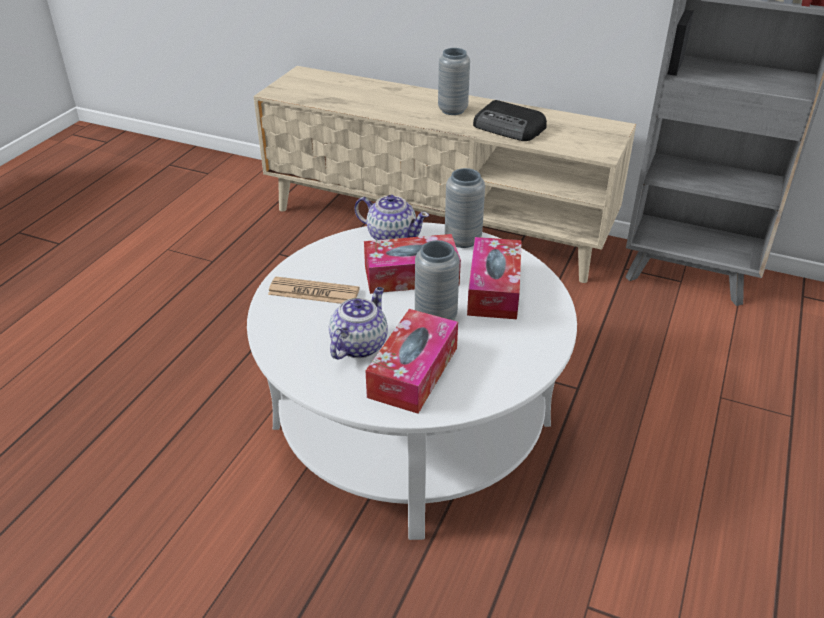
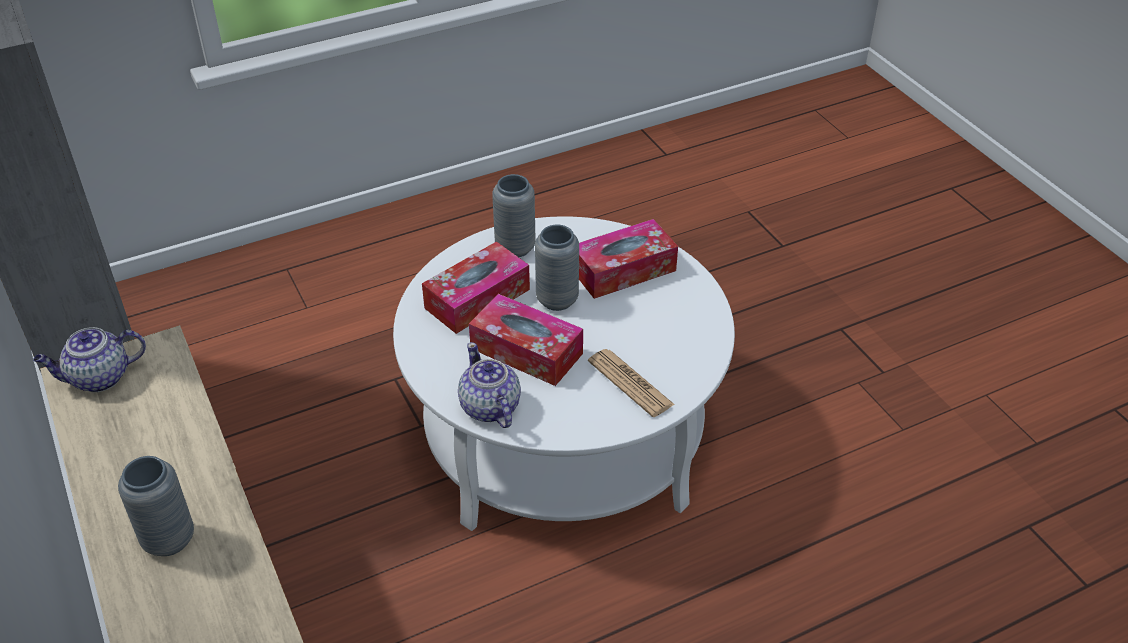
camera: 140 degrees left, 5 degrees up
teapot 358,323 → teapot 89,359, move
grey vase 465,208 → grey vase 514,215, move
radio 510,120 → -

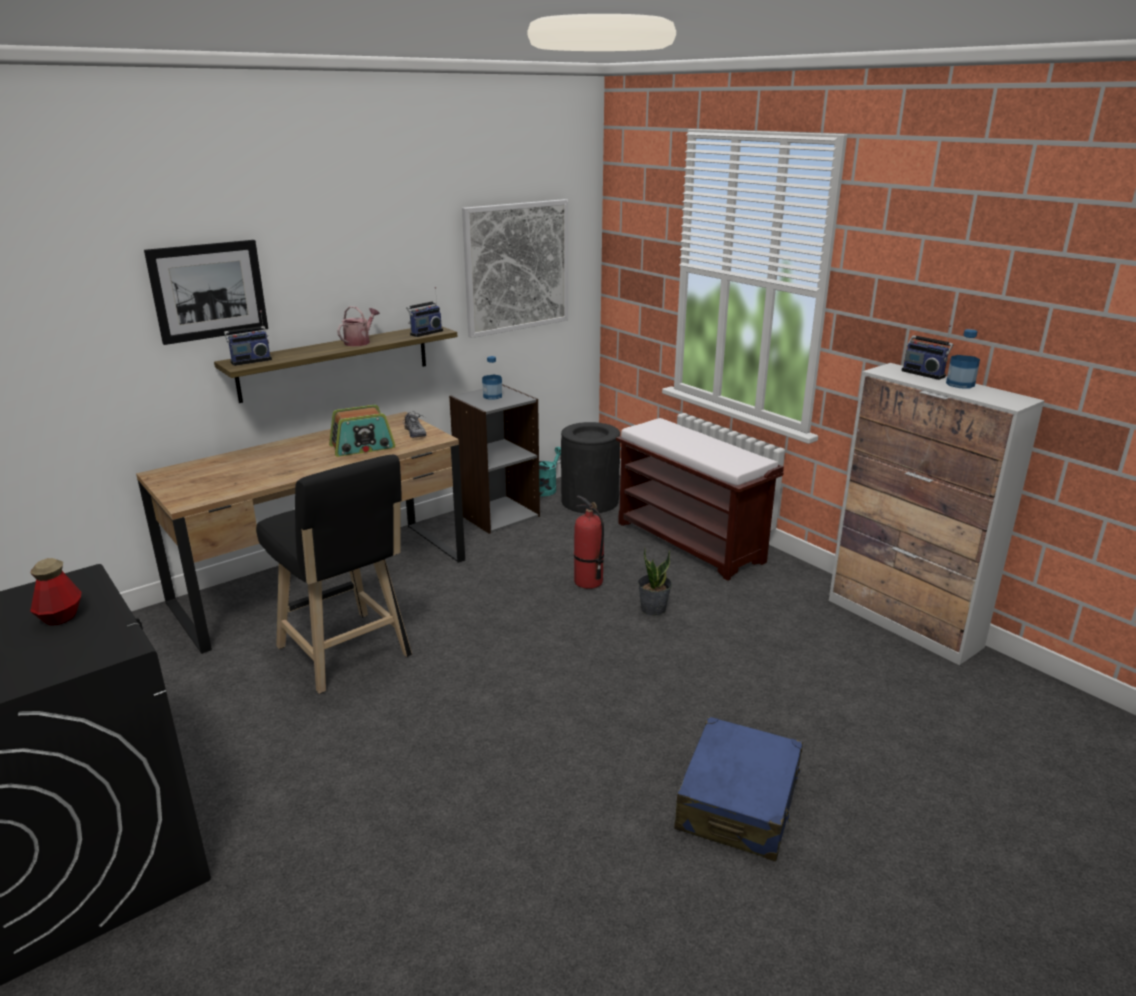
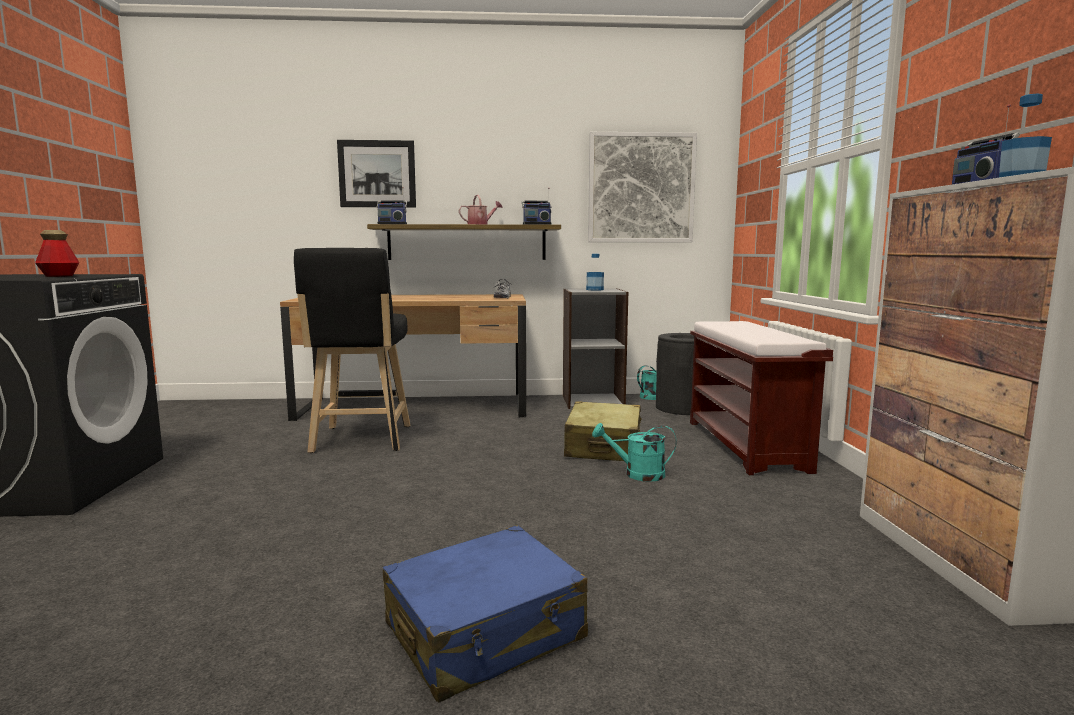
camera: 35 degrees right, 15 degrees down
fire extinguisher 589,542 → beige suitcase 603,431
potted plant 655,582 → turquoise watering can 634,452
radio 362,431 → -

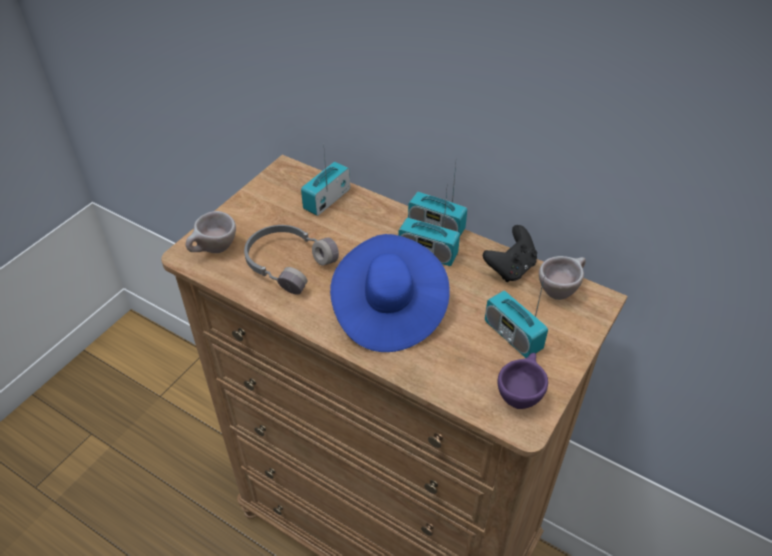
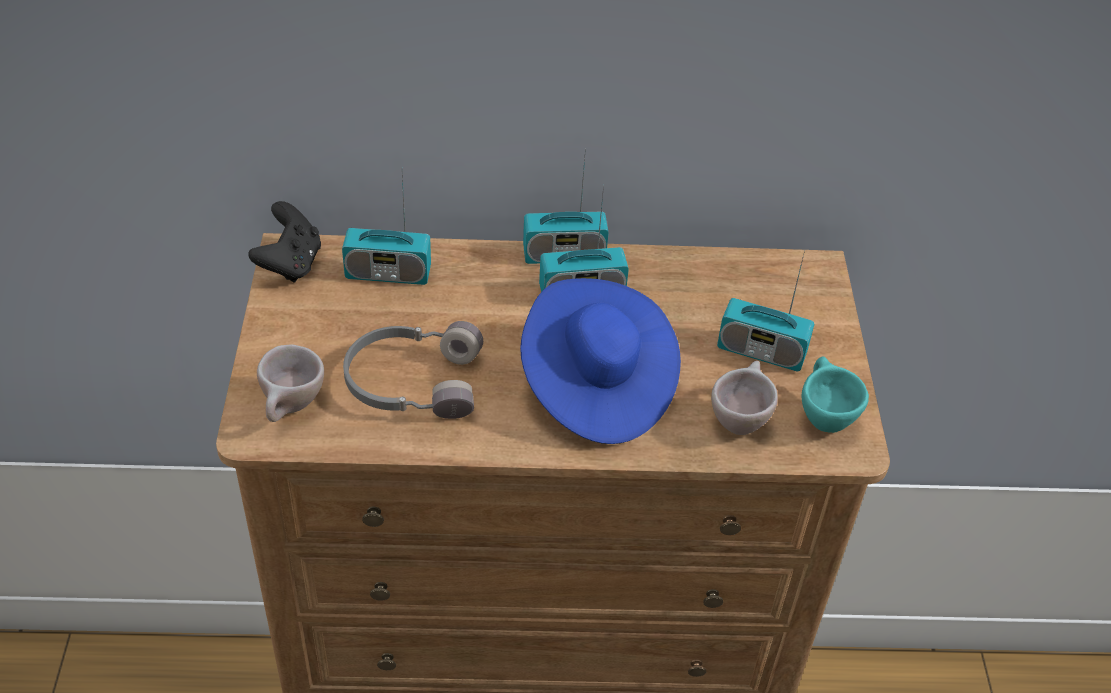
camera: 35 degrees left, 0 degrees up
black game controller 510,253 → black game controller 284,241, move
radio 325,184 → radio 386,230, 90 degrees counterclockwise
beige cup 562,278 → beige cup 744,398, move
purple cup 523,381 → turquoise cup 835,394

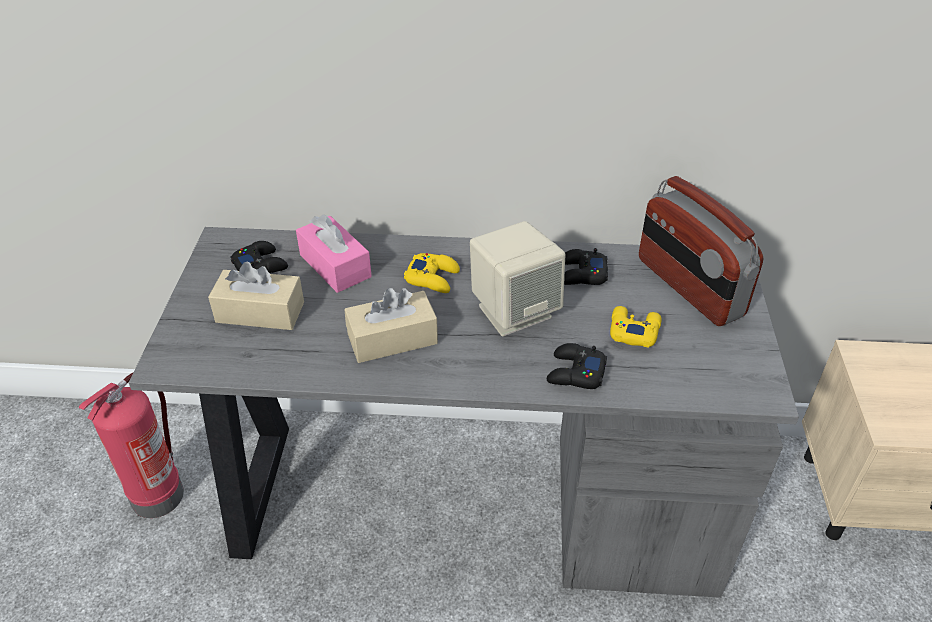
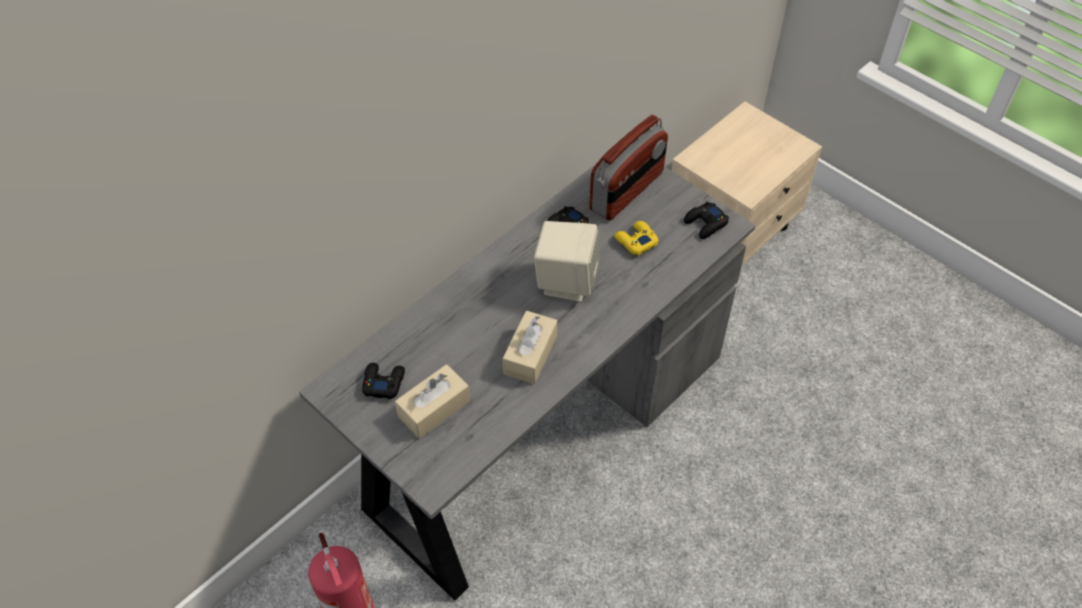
camera: 50 degrees left, 10 degrees up
radio 701,251 → radio 628,168, 60 degrees counterclockwise
black game controller 577,366 → black game controller 706,220, move
pink tissue box 334,253 → -
yellow game controller 432,273 → -

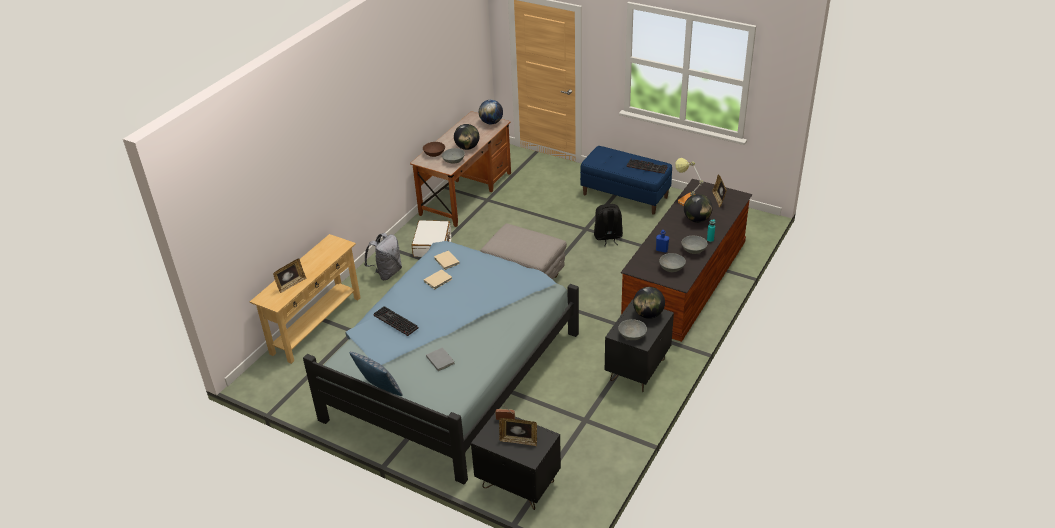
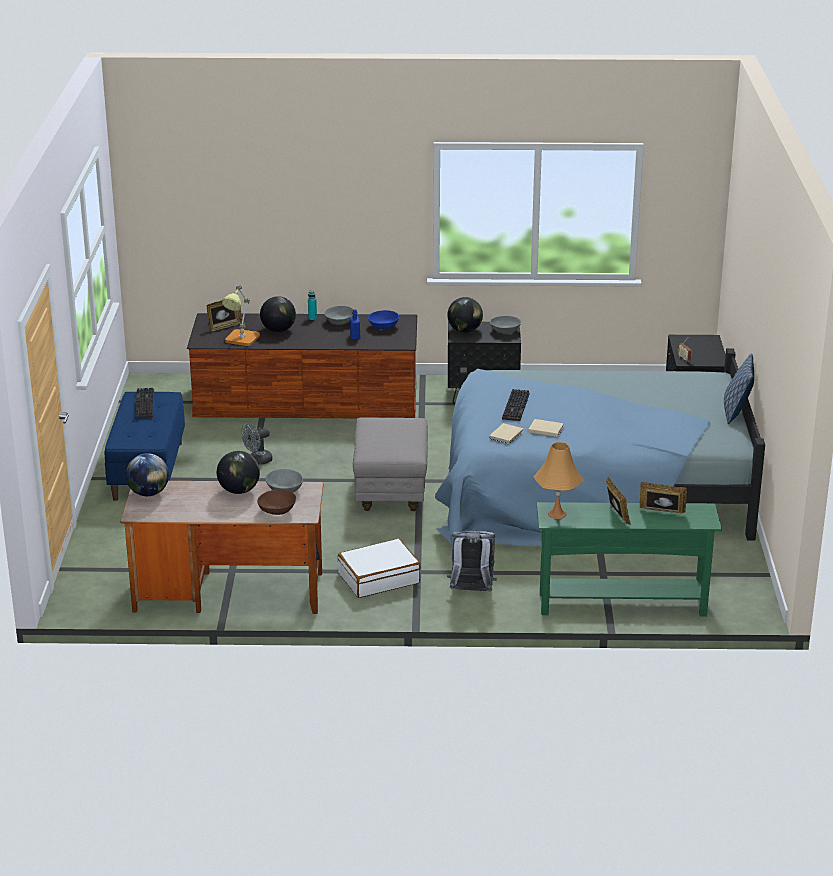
camera: 120 degrees left, 10 degrees down
black backpack 608,225 → grey fan 257,444
grey bowl 672,262 → blue bowl 383,319
keyboard 396,321 → keyboard 516,405, move
- → orange table lamp 558,480
beige console table 305,299 → green console table 629,559
picture frame 518,432 → picture frame 618,500, move
grey book 440,359 → -

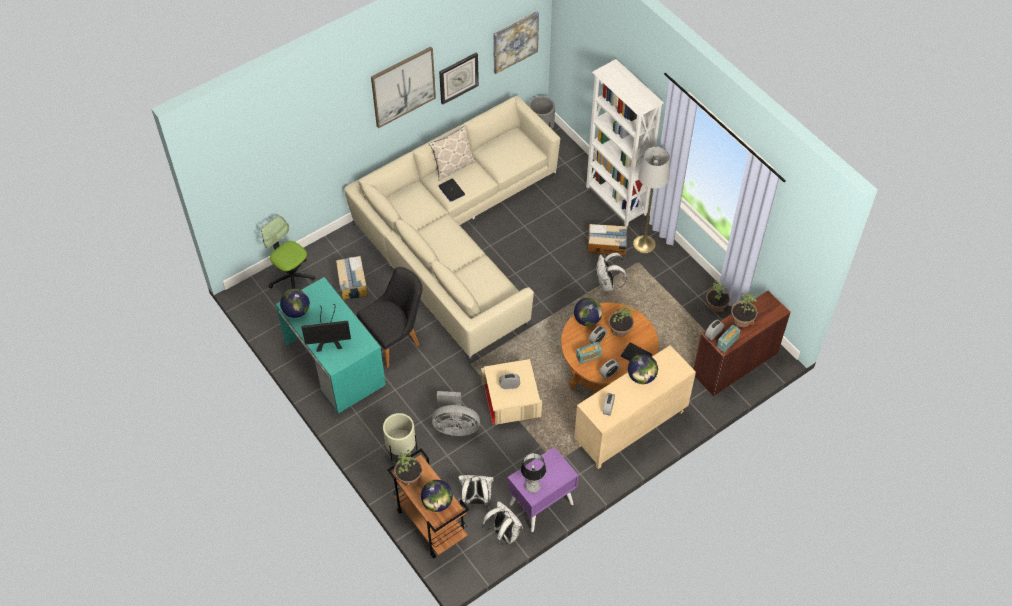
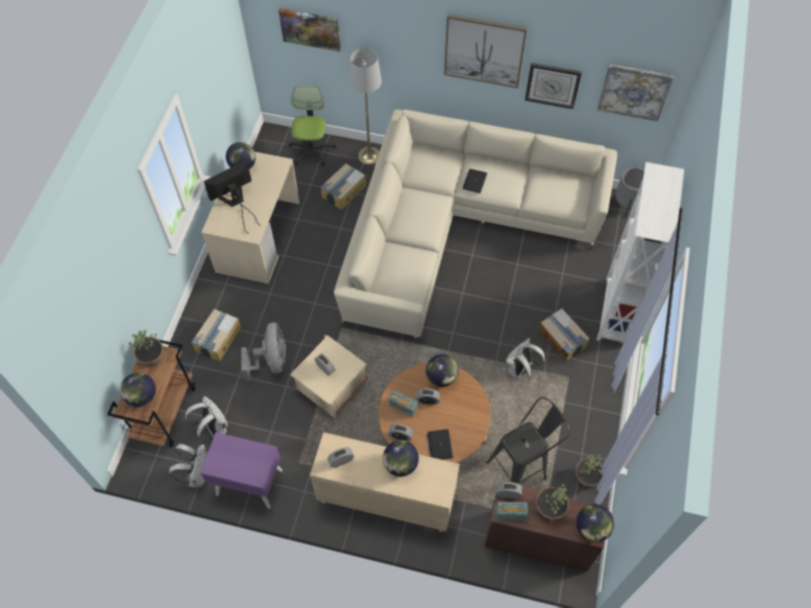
camera: 50 degrees right, 5 degrees up
beige planter 400,437 → cardboard box 216,335
turquoise desk 330,345 → beige desk 250,218
monitor 326,328 → monitor 232,197, 105 degrees clockwise
grey fan 456,413 → grey fan 263,352, 150 degrees counterclockwise
- → picture 310,30
grey floor lamp 651,200 → grey floor lamp 365,106, move
- → black stool 528,440
- → globe 595,523
black chair 389,317 → -
pillow 452,153 → -
table lamp 533,473 → -
potted plant 621,322 → -

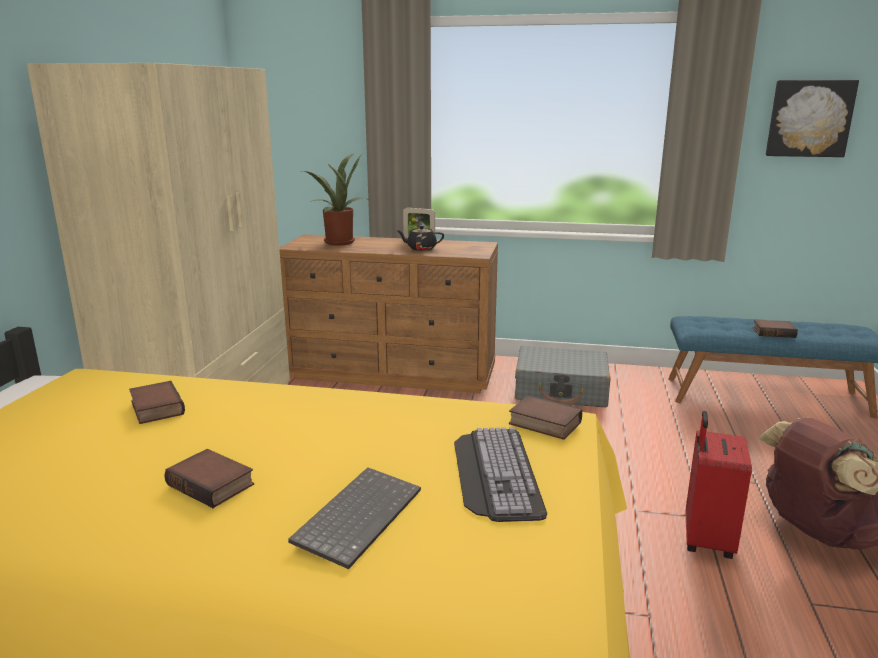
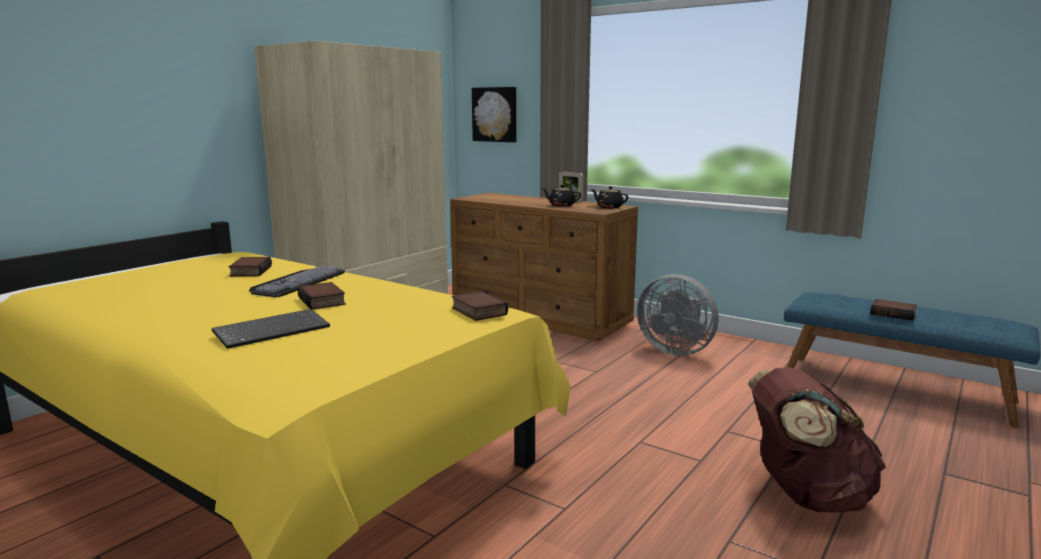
camera: 25 degrees right, 5 degrees down
keyboard 500,474 → keyboard 297,281, move
book 209,478 → book 322,296, move
picture 812,118 → picture 494,114, move
- → black teapot 609,197
grey suitcase 562,376 → grey fan 677,315
potted plant 333,200 → -
red suitcase 719,485 → -

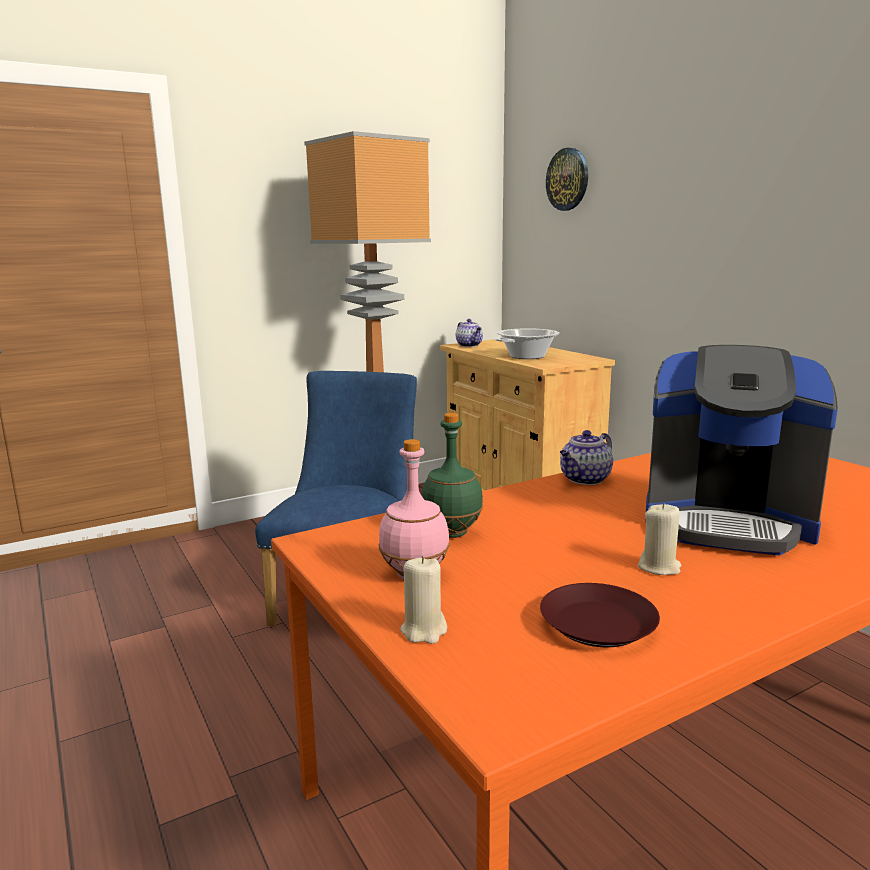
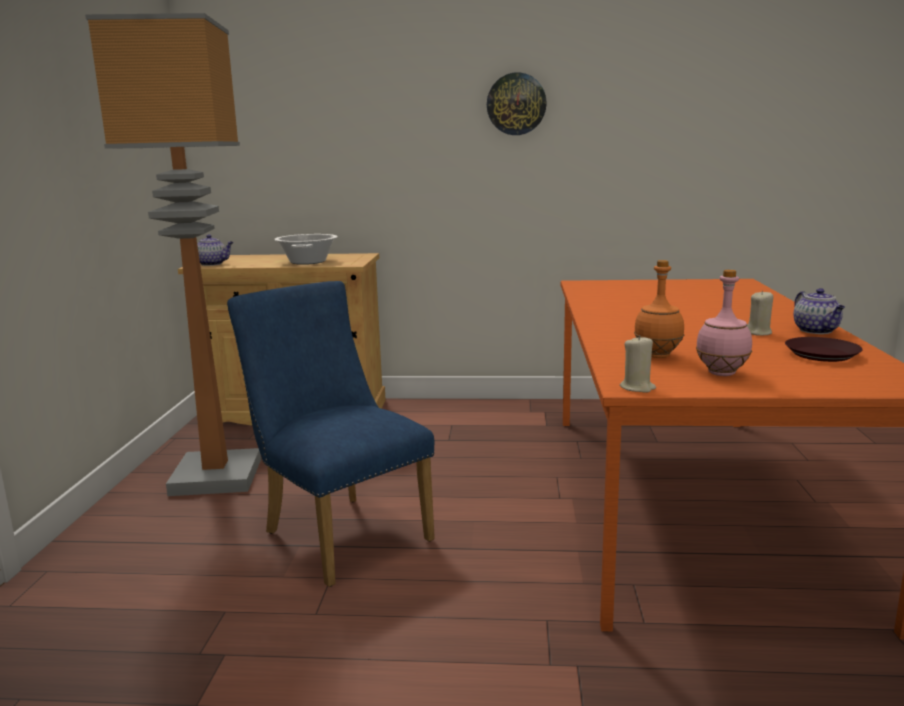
camera: 55 degrees left, 0 degrees up
wall clock 567,179 → wall clock 517,103, move
beige candle 423,600 → beige candle 638,364, move
green bottle 452,475 → orange bottle 659,309
teapot 586,457 → teapot 819,311, move
coffee machine 741,450 → -

